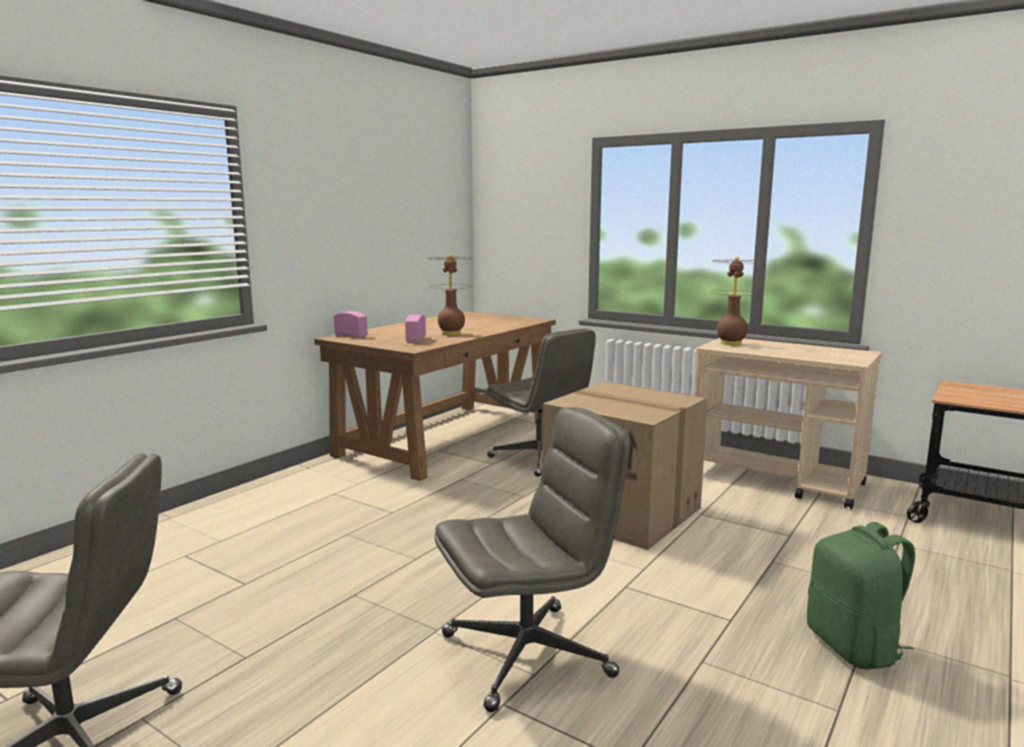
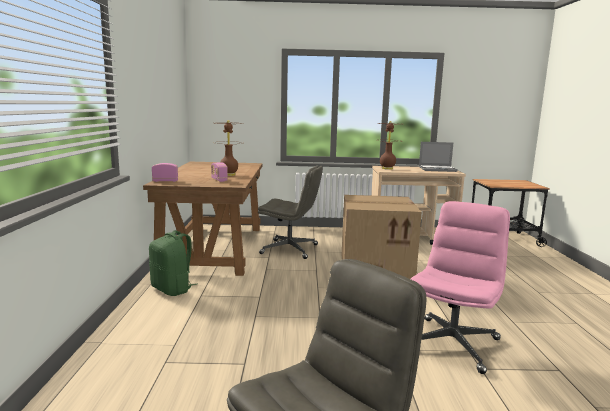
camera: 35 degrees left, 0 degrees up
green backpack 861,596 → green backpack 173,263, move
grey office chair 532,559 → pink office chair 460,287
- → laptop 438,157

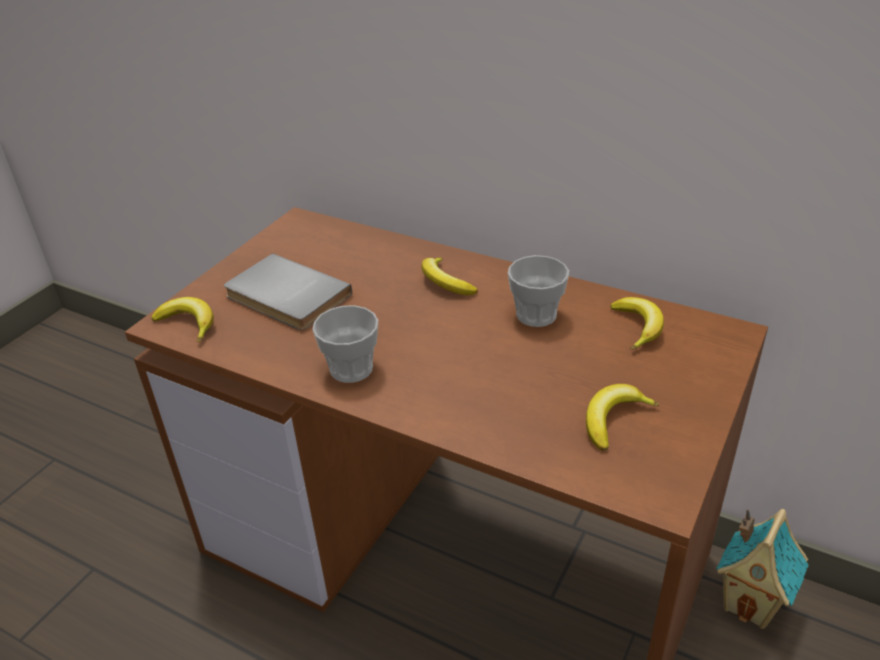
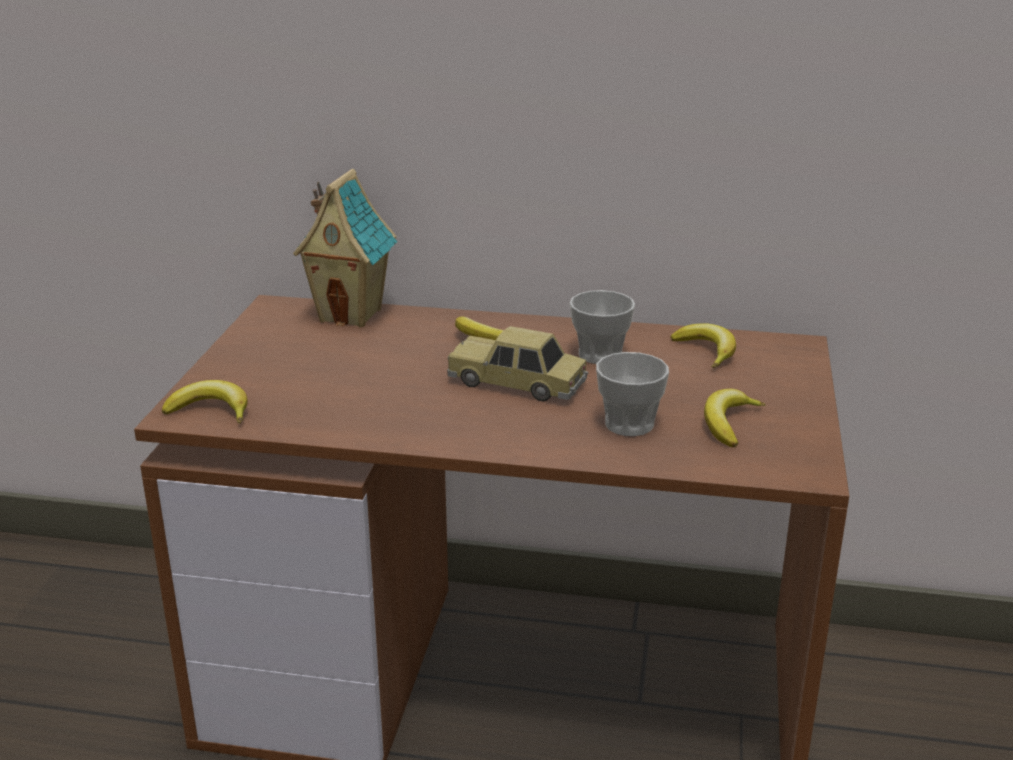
camera: 20 degrees left, 10 degrees down
toy house 762,569 → toy house 345,248, move
- → toy car 517,363
cup 345,344 → cup 632,394, move
grey book 288,291 → -

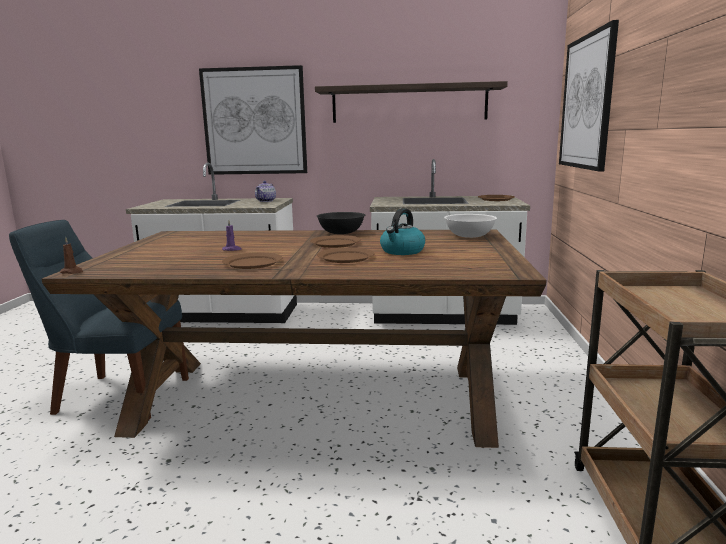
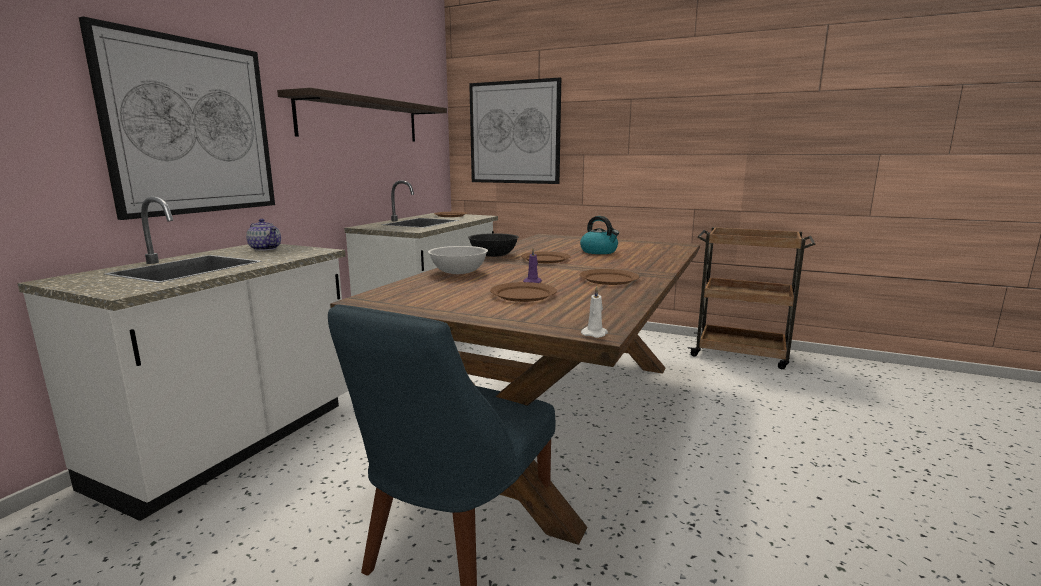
camera: 70 degrees left, 0 degrees up
white bowl 470,226 → white bowl 458,260, move
brown plate 346,255 → brown plate 523,292, move
brown candle 71,255 → white candle 594,312

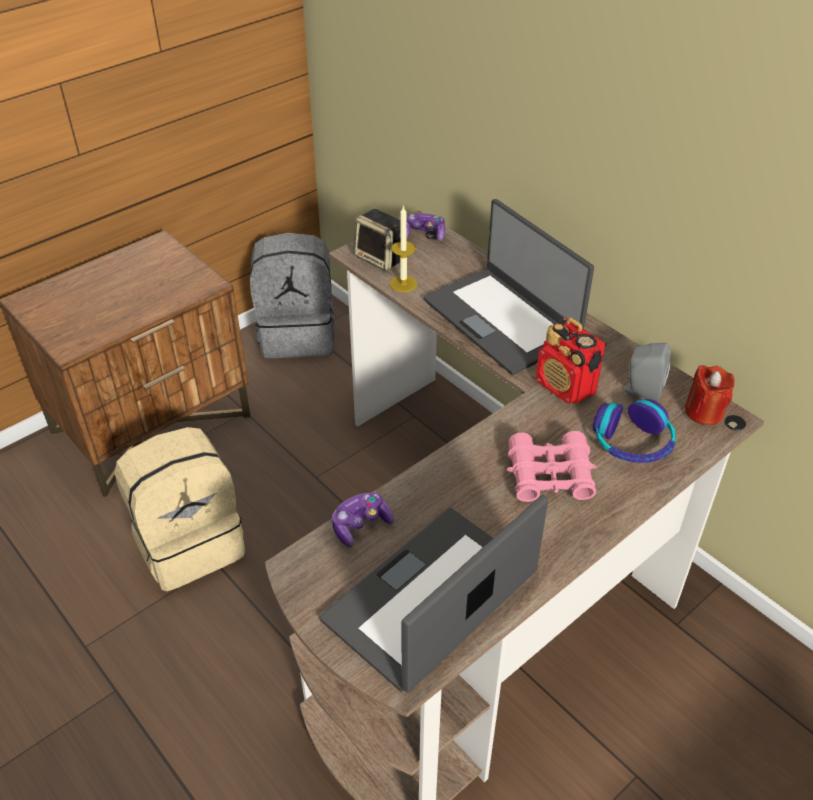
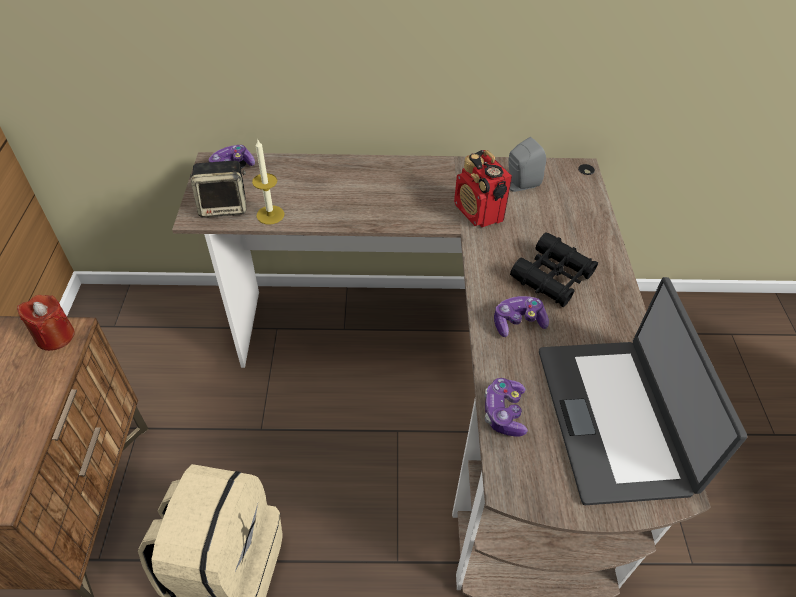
camera: 50 degrees left, 5 degrees up
red candle 710,395 → red candle 46,323, move
radio 571,360 → radio 483,188, 60 degrees clockwise
- → game controller 521,316
pink binoculars 552,466 → black binoculars 554,269
grey backpack 292,295 → -
laptop 508,287 → -
headphones 634,431 → -

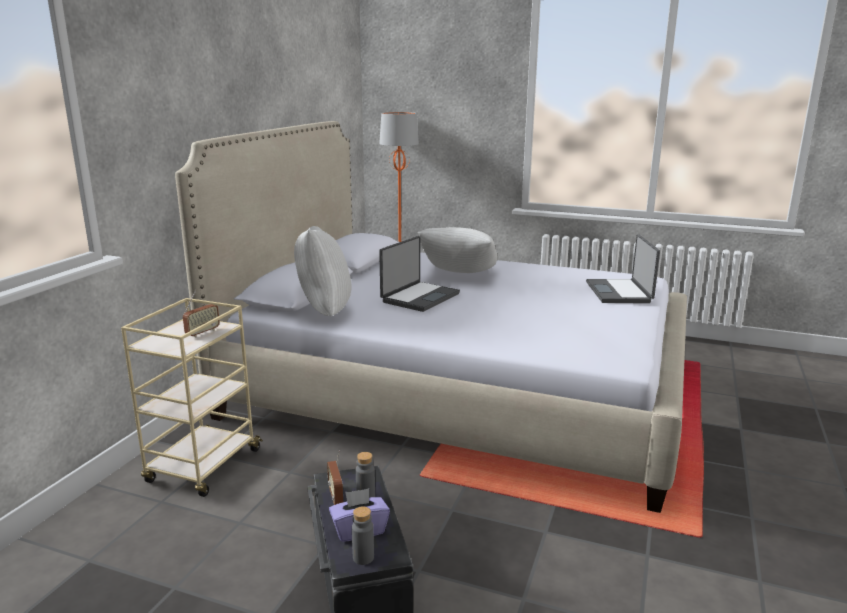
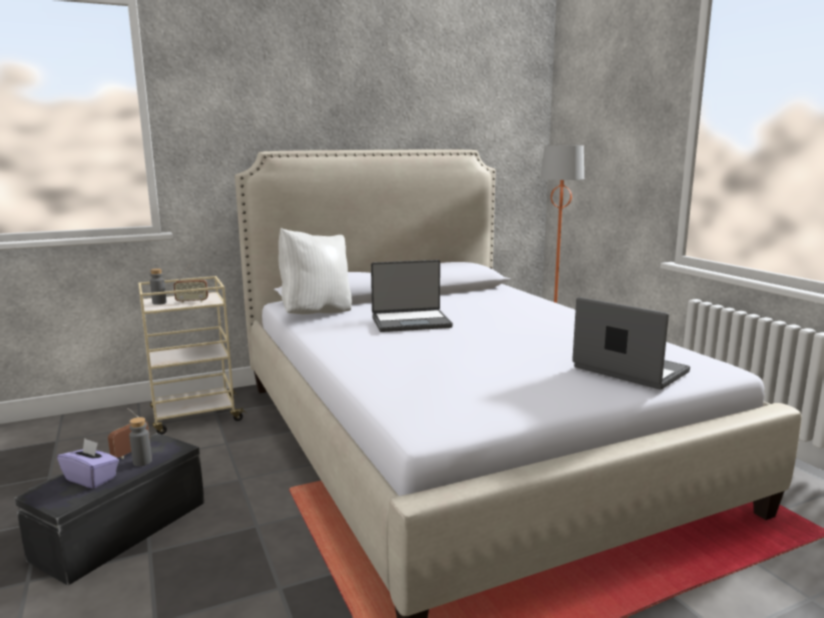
camera: 45 degrees right, 5 degrees down
grey bottle 363,535 → grey bottle 158,286, move
laptop 623,268 → laptop 631,343, 90 degrees clockwise
white pillow 458,250 → -

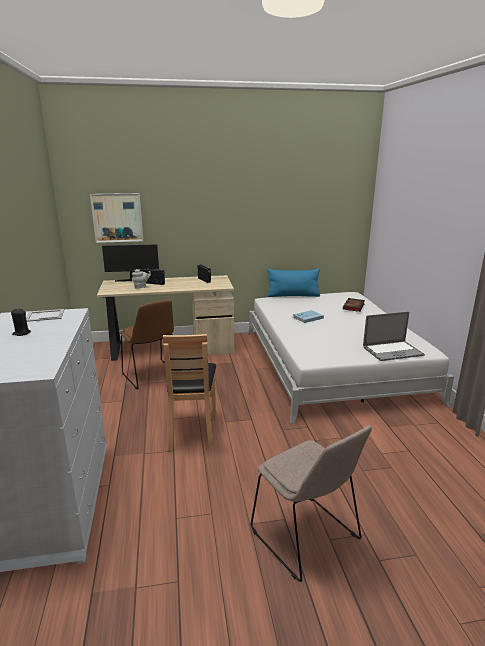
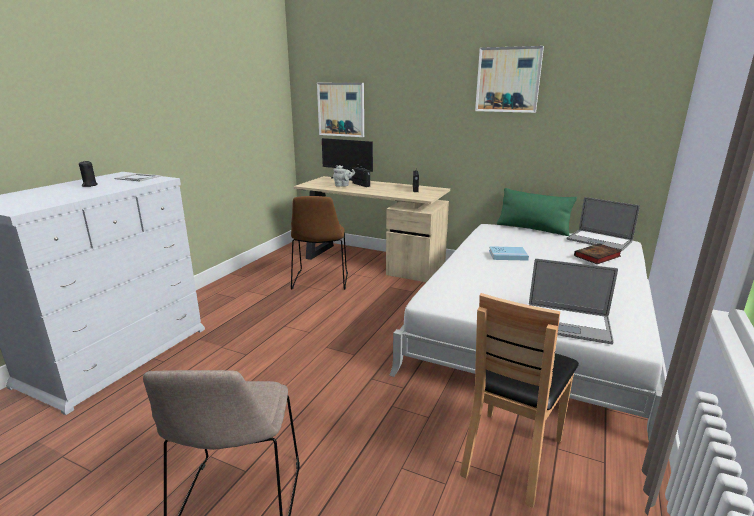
camera: 35 degrees right, 0 degrees up
brown chair 189,392 → brown chair 519,400, move
- → picture 509,79
blue pillow 293,283 → green pillow 537,212
- → laptop 603,224

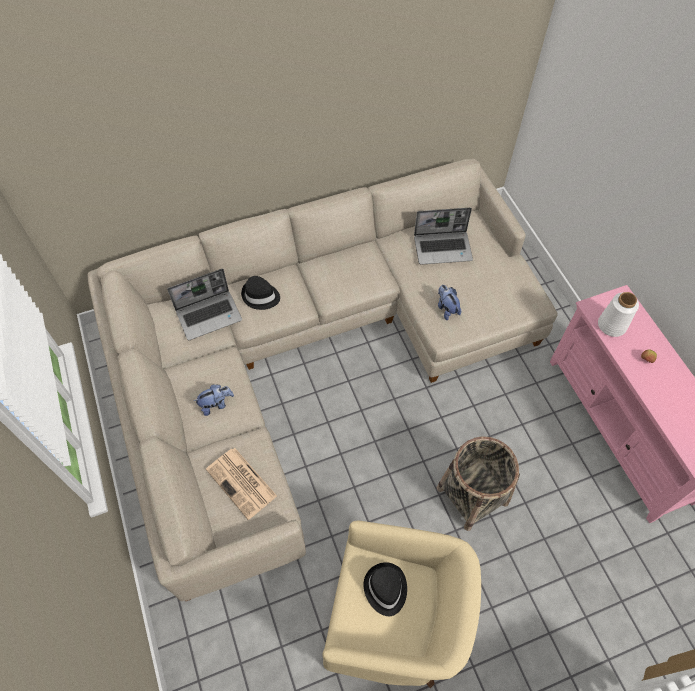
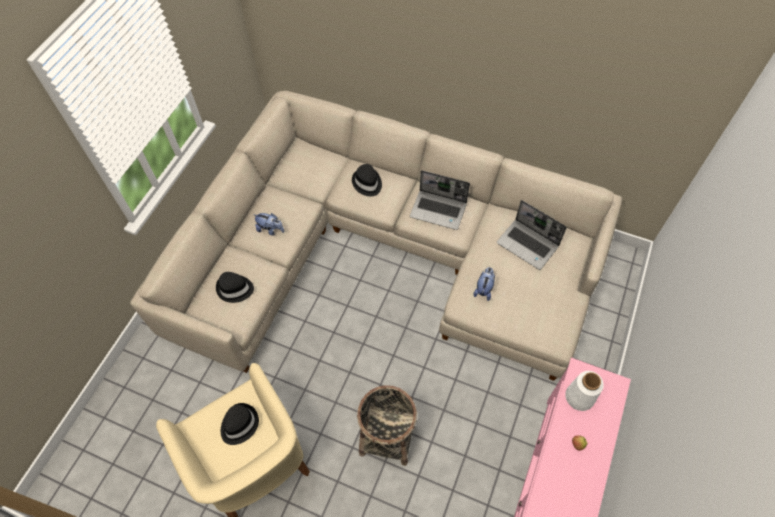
camera: 45 degrees right, 0 degrees up
newspaper 241,484 → black hat 235,287
laptop 204,304 → laptop 440,200, move

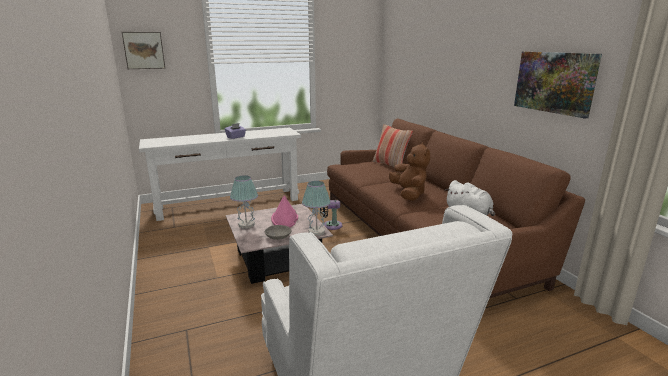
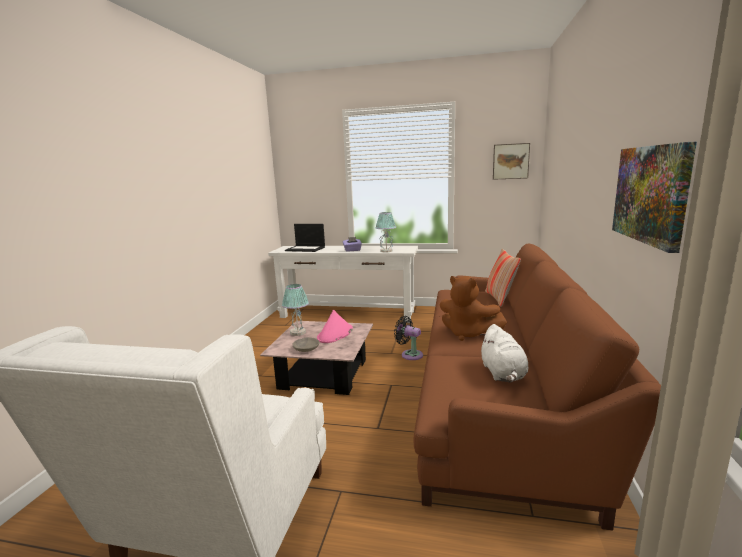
camera: 35 degrees right, 5 degrees down
- → laptop 305,238
table lamp 316,208 → table lamp 385,232, move
brown plush toy 409,172 → brown plush toy 473,308, 105 degrees clockwise
picture 143,50 → picture 511,161, move

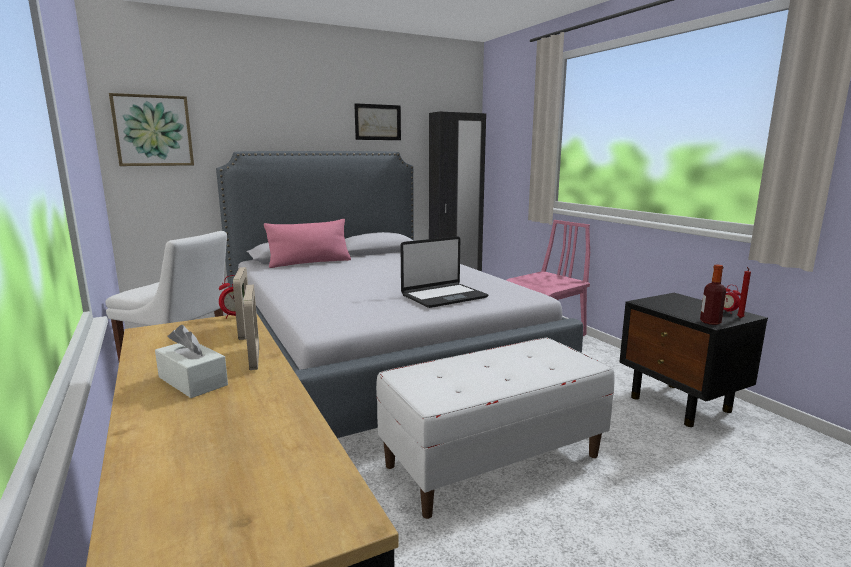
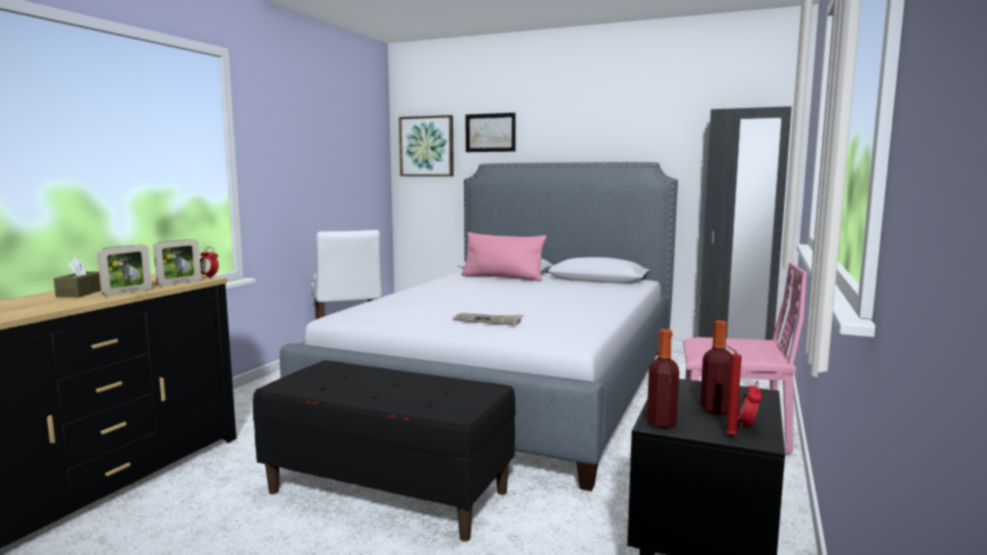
camera: 50 degrees right, 5 degrees down
white tissue box 191,361 → brown tissue box 77,277
white bench 495,428 → black bench 384,450
laptop 444,272 → newspaper 488,319
picture 377,121 → picture 491,132, move
- → bottle 716,367

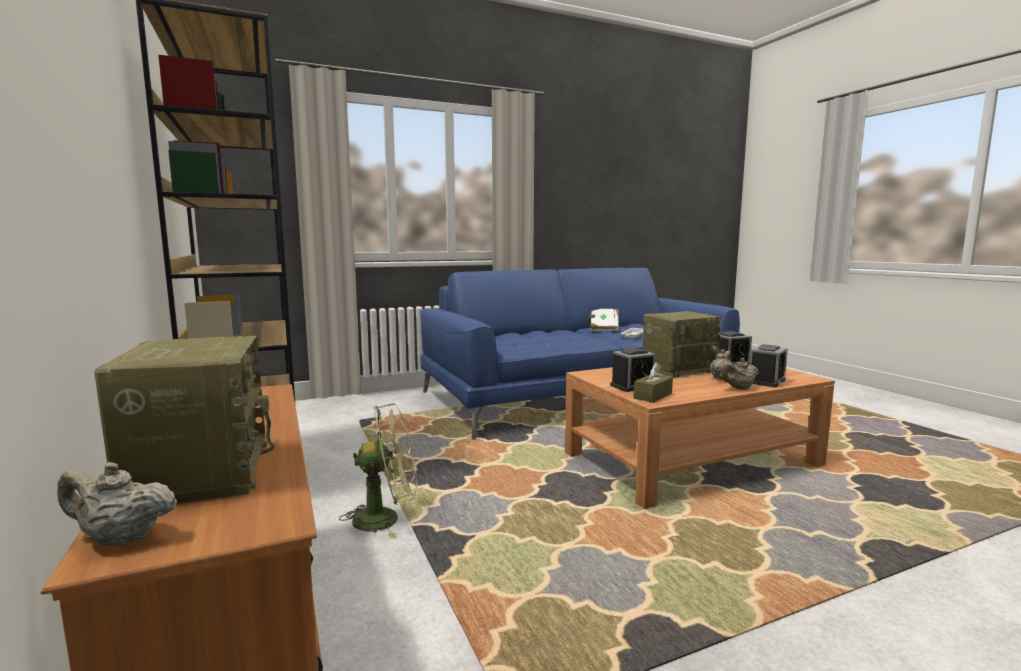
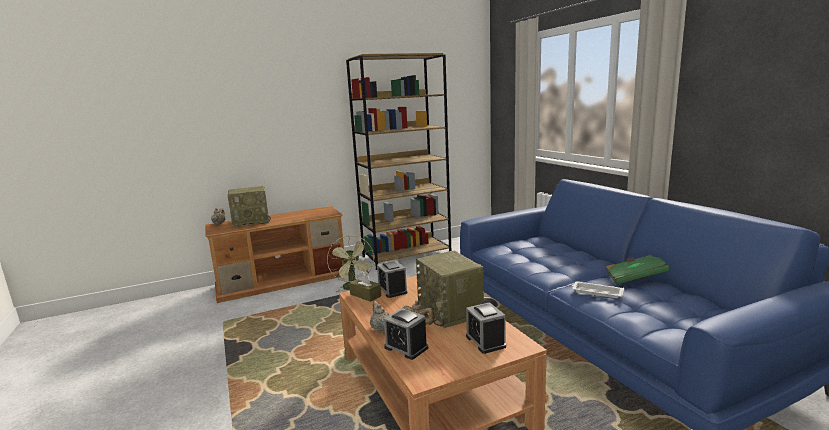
camera: 90 degrees right, 5 degrees up
white book 604,320 → green book 638,270

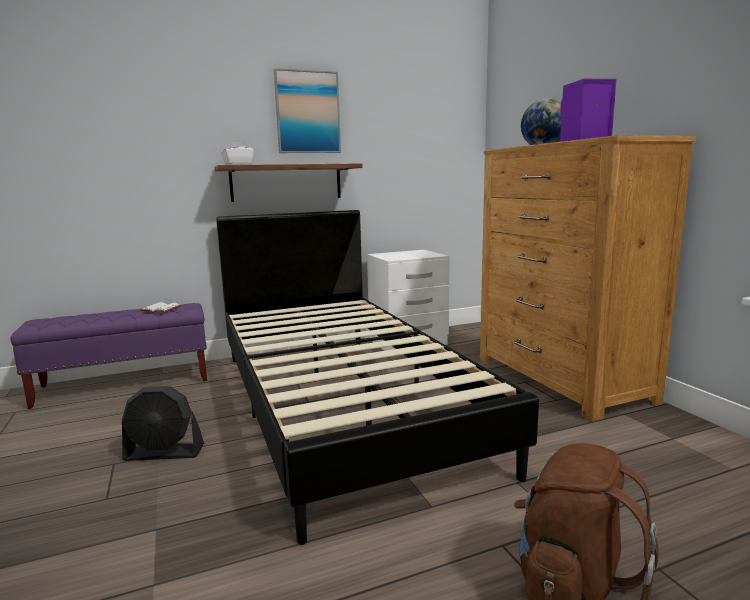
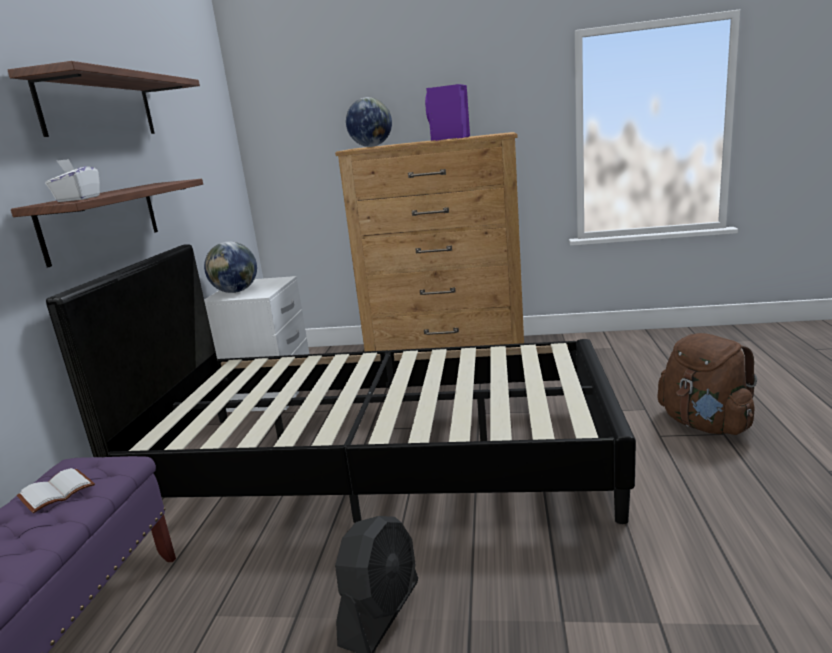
camera: 60 degrees left, 5 degrees up
picture 307,110 → shelf 104,99
- → globe 230,267

